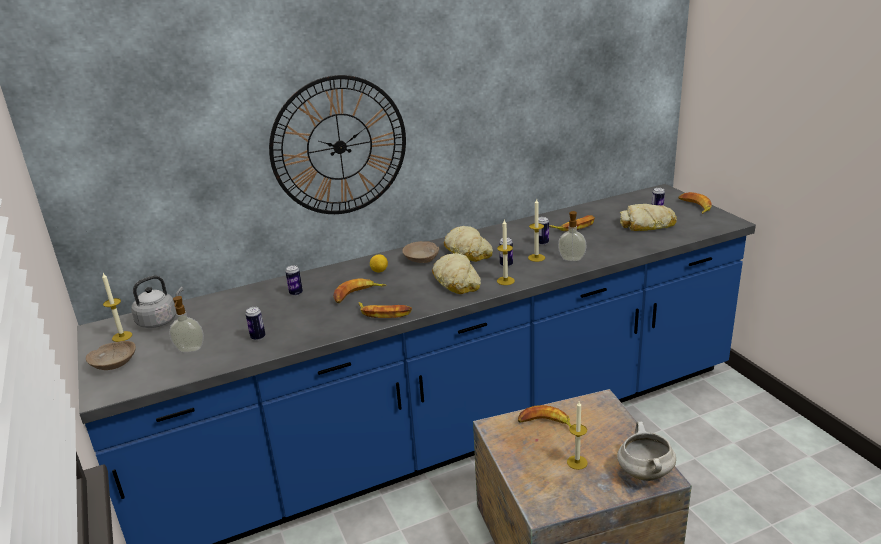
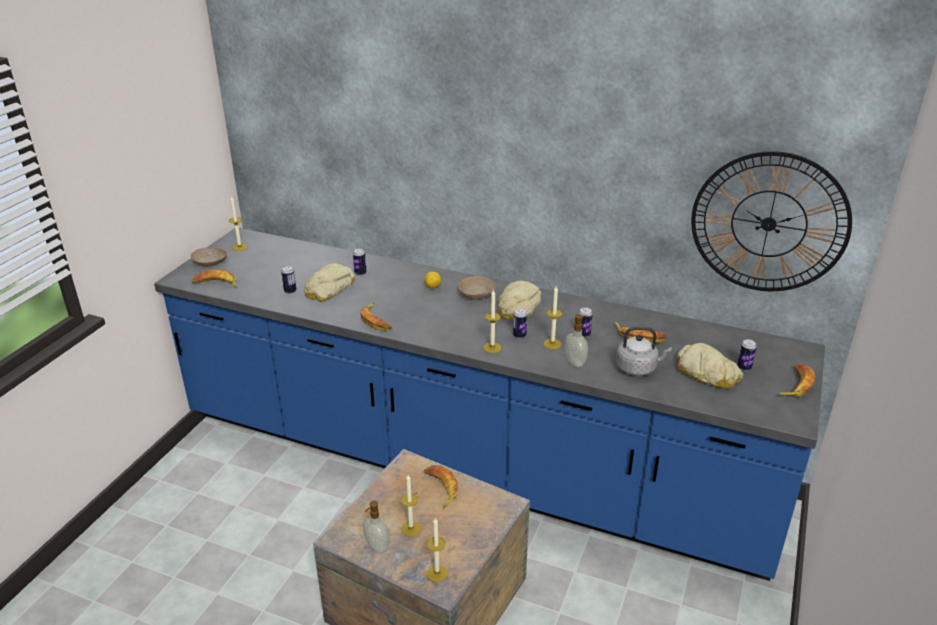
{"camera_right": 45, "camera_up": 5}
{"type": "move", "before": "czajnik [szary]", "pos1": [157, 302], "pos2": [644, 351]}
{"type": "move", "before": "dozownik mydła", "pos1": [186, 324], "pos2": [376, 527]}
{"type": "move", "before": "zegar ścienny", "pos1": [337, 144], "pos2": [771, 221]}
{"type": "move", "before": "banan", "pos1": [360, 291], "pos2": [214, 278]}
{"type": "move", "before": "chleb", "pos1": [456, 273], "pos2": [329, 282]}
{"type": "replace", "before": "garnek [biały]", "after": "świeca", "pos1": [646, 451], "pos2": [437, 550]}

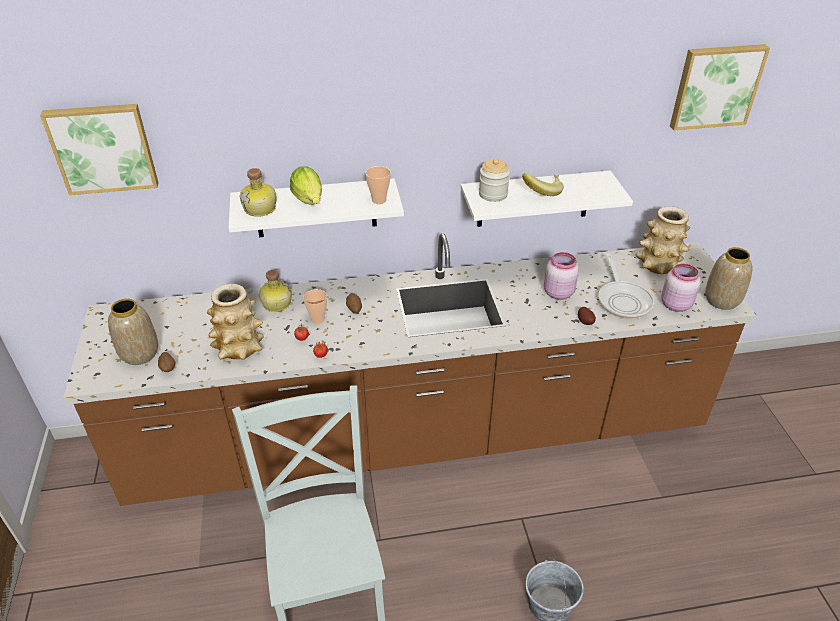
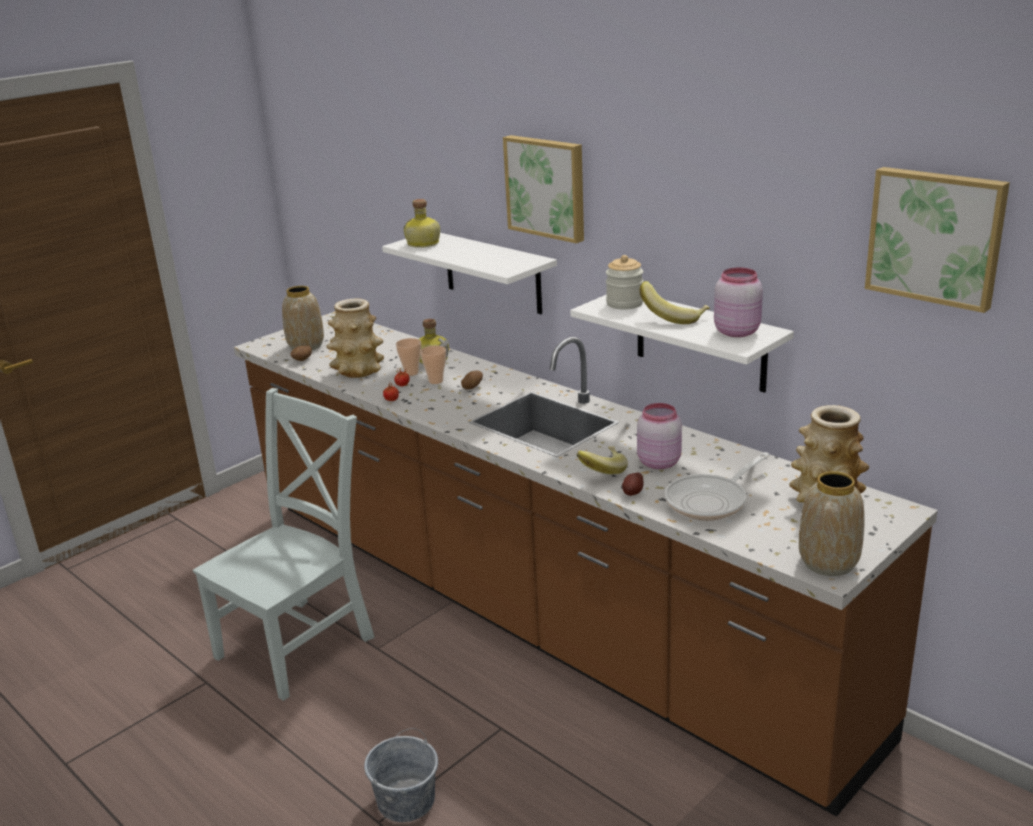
{"camera_right": 55, "camera_up": -15}
{"type": "delete", "before": "sałata", "pos1": [306, 185]}
{"type": "insert", "after": "banan", "pos2": [602, 460]}
{"type": "move", "before": "obraz", "pos1": [99, 149], "pos2": [543, 189]}
{"type": "move", "before": "filiżanka", "pos1": [378, 185], "pos2": [408, 357]}
{"type": "move", "before": "słoik [różowy]", "pos1": [681, 288], "pos2": [738, 302]}

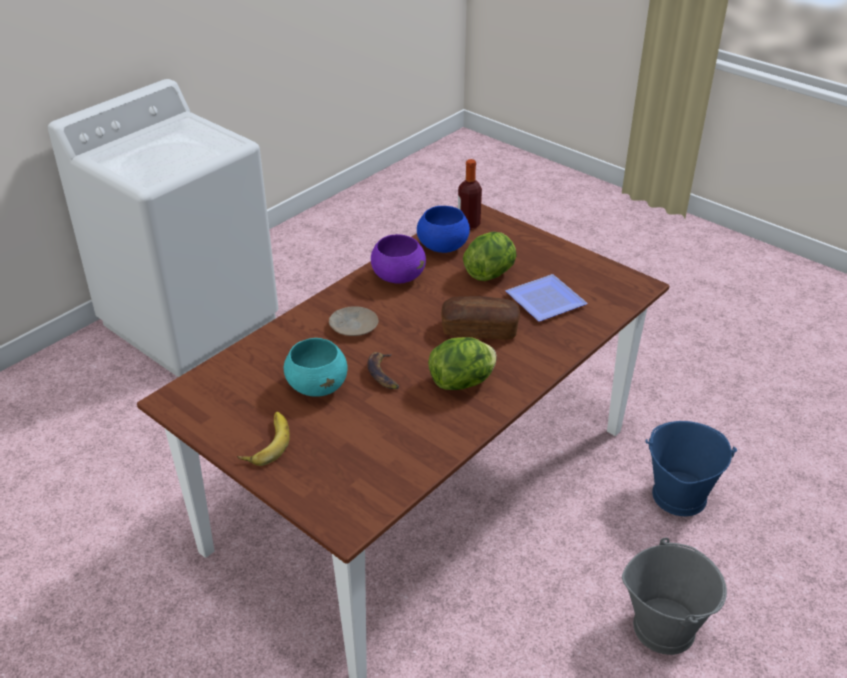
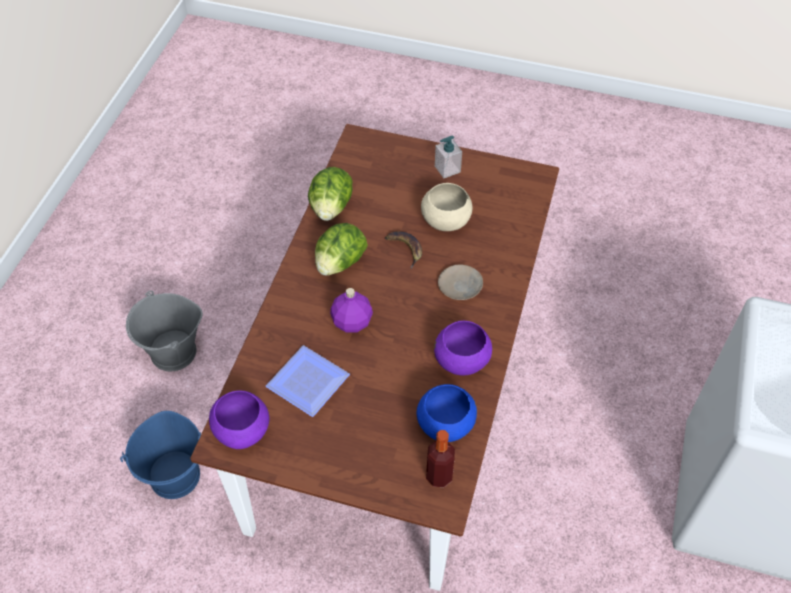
{"camera_right": 155, "camera_up": 15}
{"type": "insert", "after": "miska [fioletowy]", "pos2": [239, 420]}
{"type": "move", "before": "sałata", "pos1": [489, 256], "pos2": [330, 194]}
{"type": "replace", "before": "banan", "after": "dozownik mydła", "pos1": [263, 439], "pos2": [448, 156]}
{"type": "replace", "before": "chleb", "after": "butelka [fioletowy]", "pos1": [480, 318], "pos2": [351, 310]}
{"type": "recolor", "before": "miska [turkusowy]", "after": "miska [beżowy]", "pos1": [316, 367], "pos2": [446, 207]}

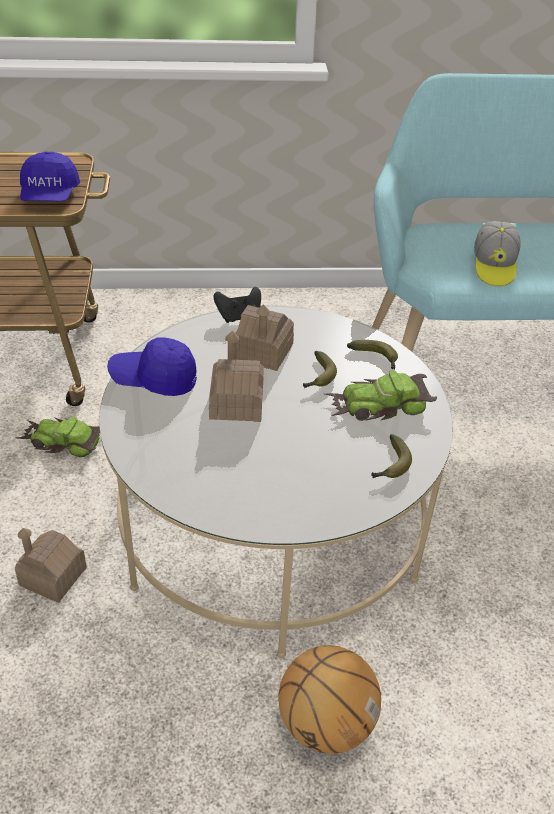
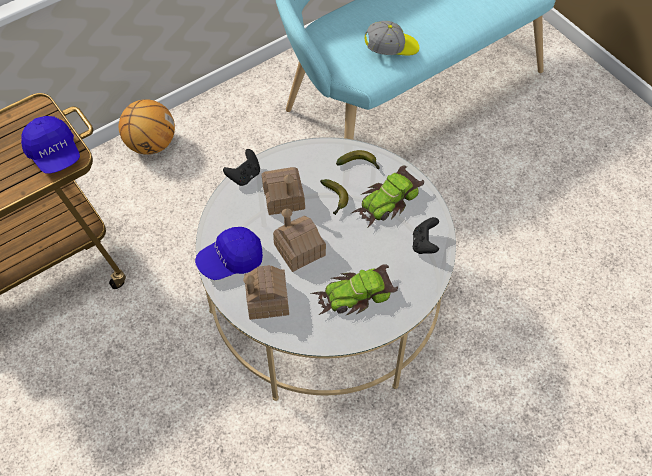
{"camera_right": -30, "camera_up": 15}
{"type": "move", "before": "samochodzik", "pos1": [57, 437], "pos2": [354, 290]}
{"type": "move", "before": "domek", "pos1": [51, 565], "pos2": [266, 292]}
{"type": "move", "before": "piłka do koszykówki", "pos1": [329, 699], "pos2": [147, 127]}
{"type": "replace", "before": "banan", "after": "pad do gier [czarny]", "pos1": [391, 456], "pos2": [426, 235]}
{"type": "rotate", "before": "czapka z daszkiem", "pos1": [497, 253], "pos2": [392, 38], "turn": -75}

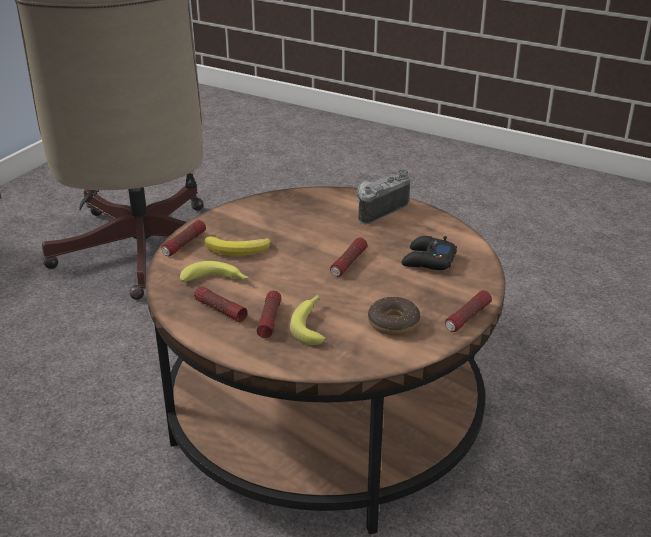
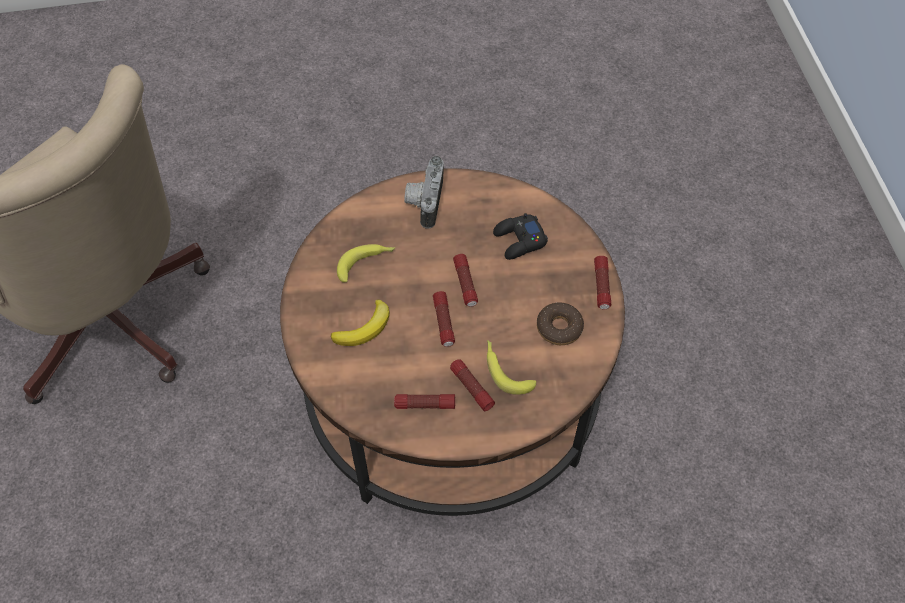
{"camera_right": -40, "camera_up": 25}
{"type": "move", "before": "latarka", "pos1": [183, 238], "pos2": [444, 319]}
{"type": "move", "before": "banan", "pos1": [214, 271], "pos2": [366, 263]}

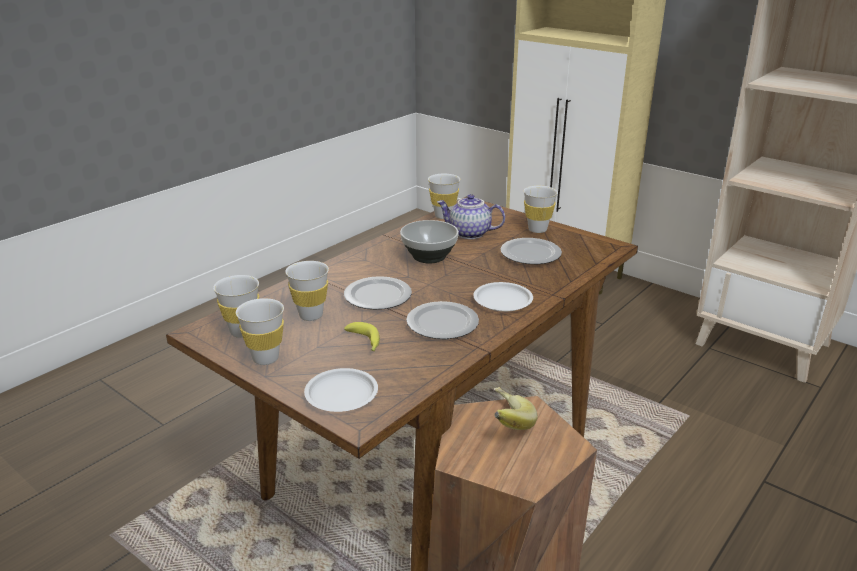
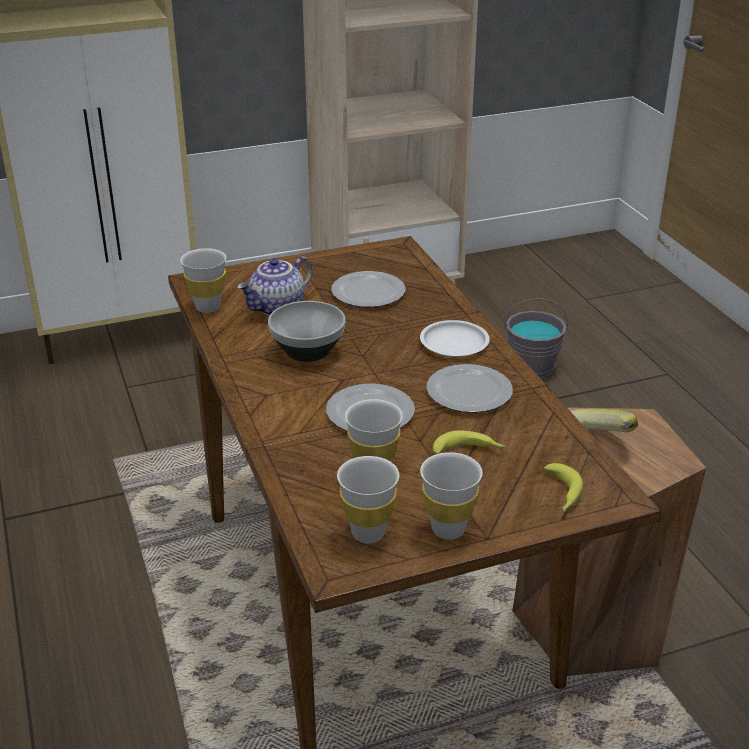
{"camera_right": -60, "camera_up": 5}
{"type": "delete", "before": "filiżanka [biały]", "pos1": [541, 209]}
{"type": "insert", "after": "wiadro [szary]", "pos2": [536, 338]}
{"type": "replace", "before": "talerz [biały]", "after": "banan", "pos1": [341, 390], "pos2": [563, 487]}

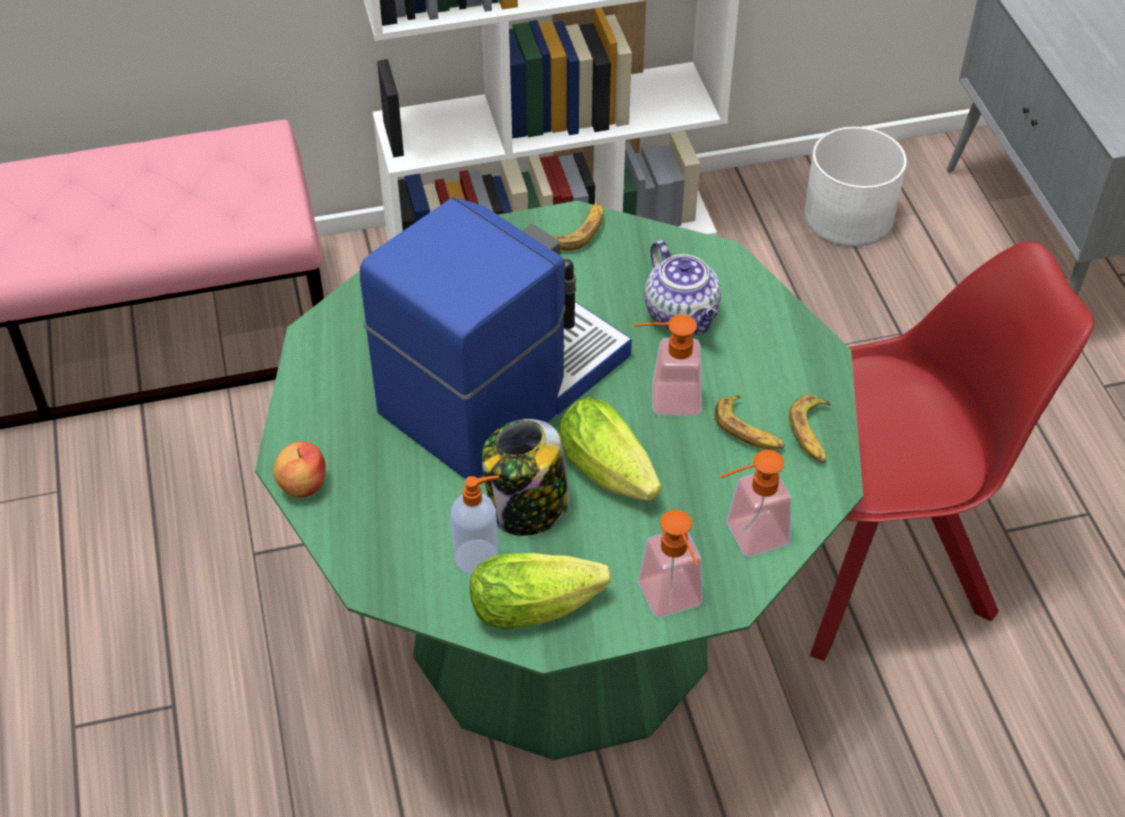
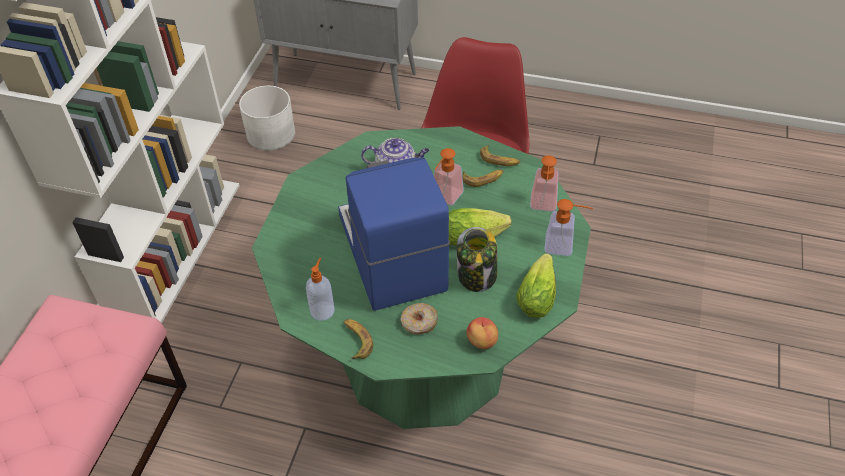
{"camera_right": -60, "camera_up": 0}
{"type": "insert", "after": "donut", "pos2": [419, 318]}
{"type": "move", "before": "jabłko", "pos1": [299, 469], "pos2": [482, 333]}
{"type": "move", "before": "dozownik mydła", "pos1": [475, 525], "pos2": [320, 289]}
{"type": "move", "before": "banan", "pos1": [577, 227], "pos2": [358, 339]}

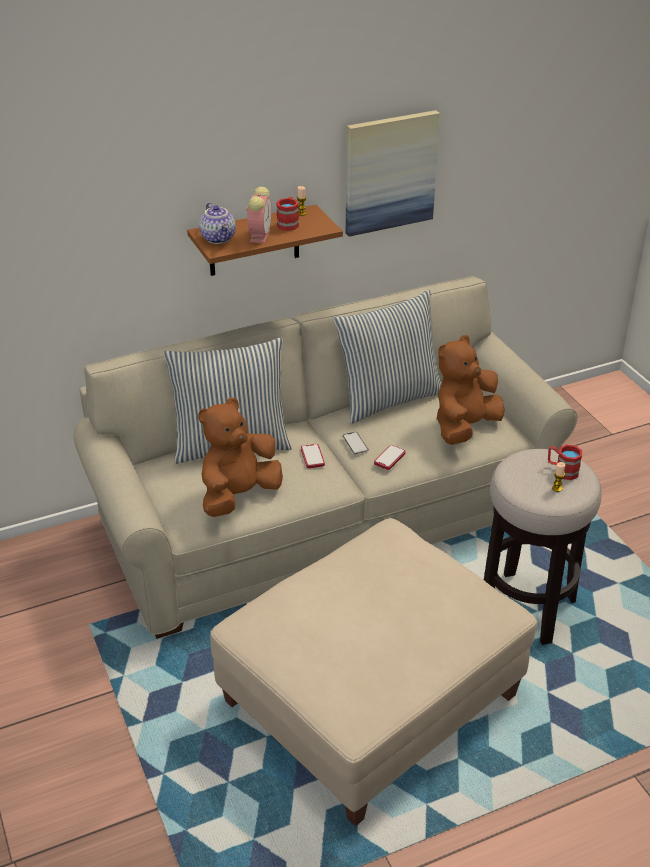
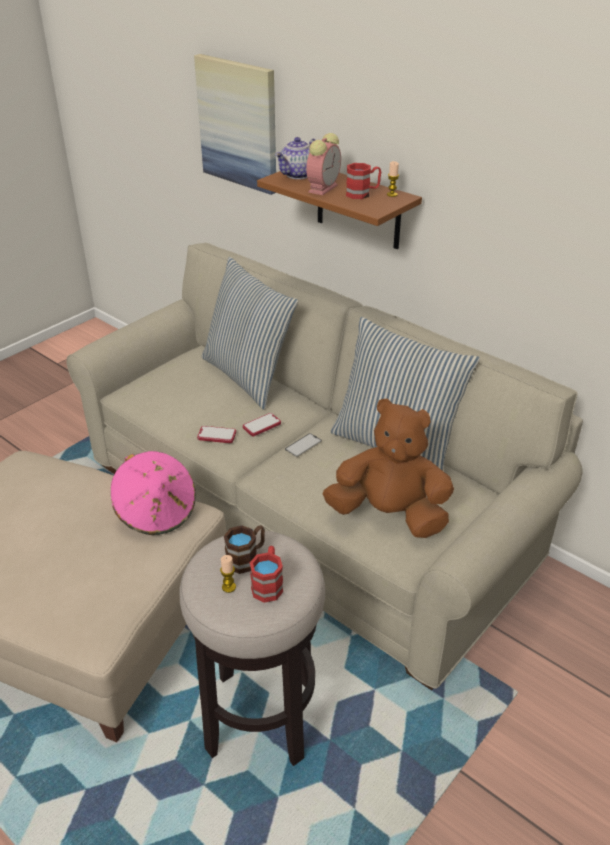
{"camera_right": 65, "camera_up": 0}
{"type": "delete", "before": "pluszak [brązowy]", "pos1": [240, 457]}
{"type": "insert", "after": "kapelusz [różowy]", "pos2": [153, 493]}
{"type": "insert", "after": "kubek [brązowy]", "pos2": [244, 549]}
{"type": "move", "before": "obraz", "pos1": [393, 173], "pos2": [235, 124]}
{"type": "move", "before": "telefon", "pos1": [390, 457], "pos2": [216, 434]}
{"type": "rotate", "before": "budzik", "pos1": [259, 215], "pos2": [323, 164], "turn": -45}

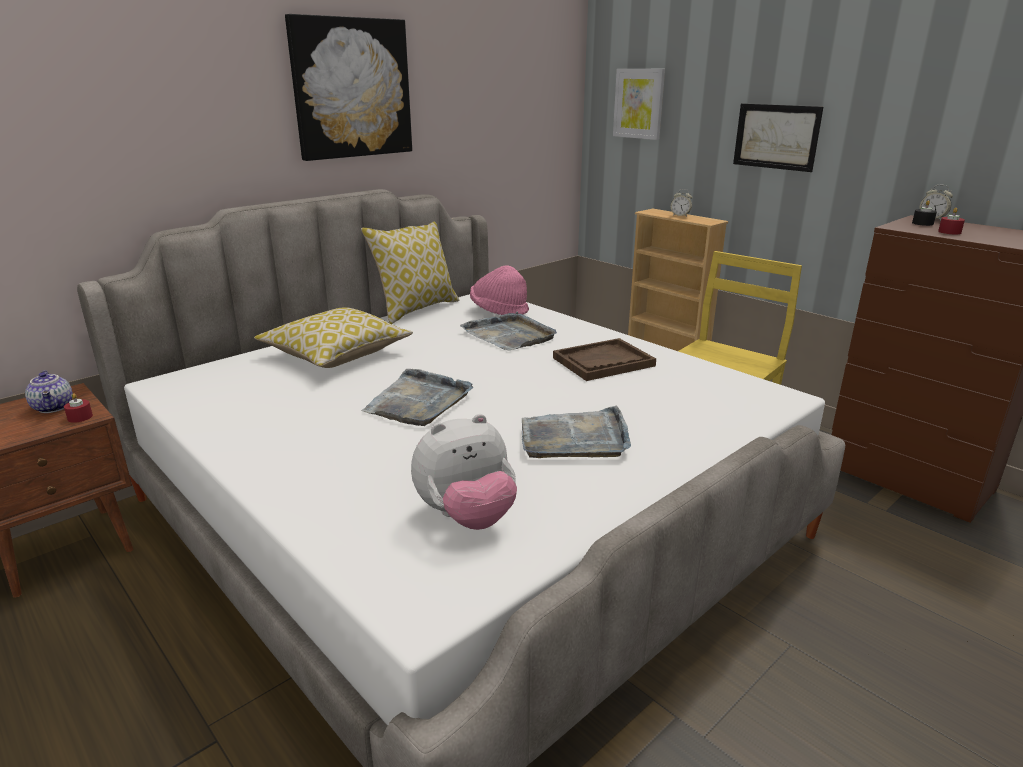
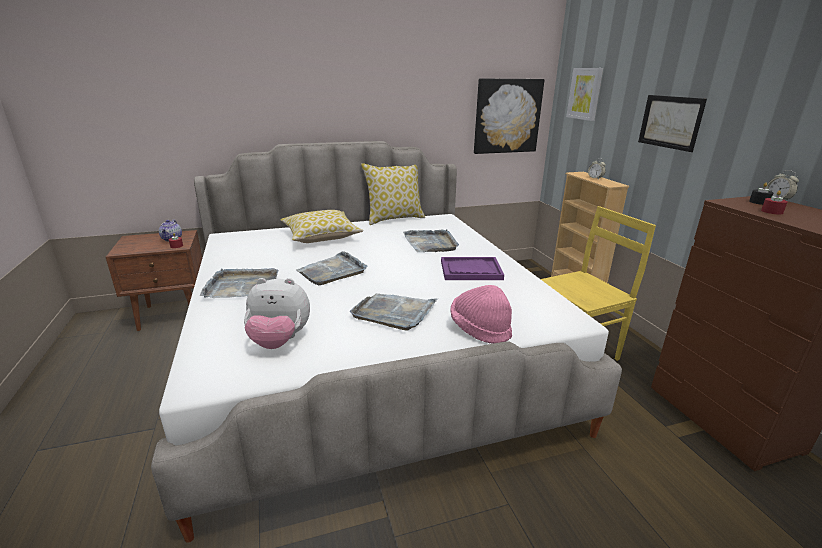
{"camera_right": 25, "camera_up": 0}
{"type": "insert", "after": "taca [szary]", "pos2": [239, 283]}
{"type": "move", "before": "obraz", "pos1": [348, 87], "pos2": [509, 116]}
{"type": "move", "before": "kapelusz [różowy]", "pos1": [499, 290], "pos2": [481, 314]}
{"type": "recolor", "before": "taca [brązowy]", "after": "taca [fioletowy]", "pos1": [604, 359], "pos2": [472, 268]}

